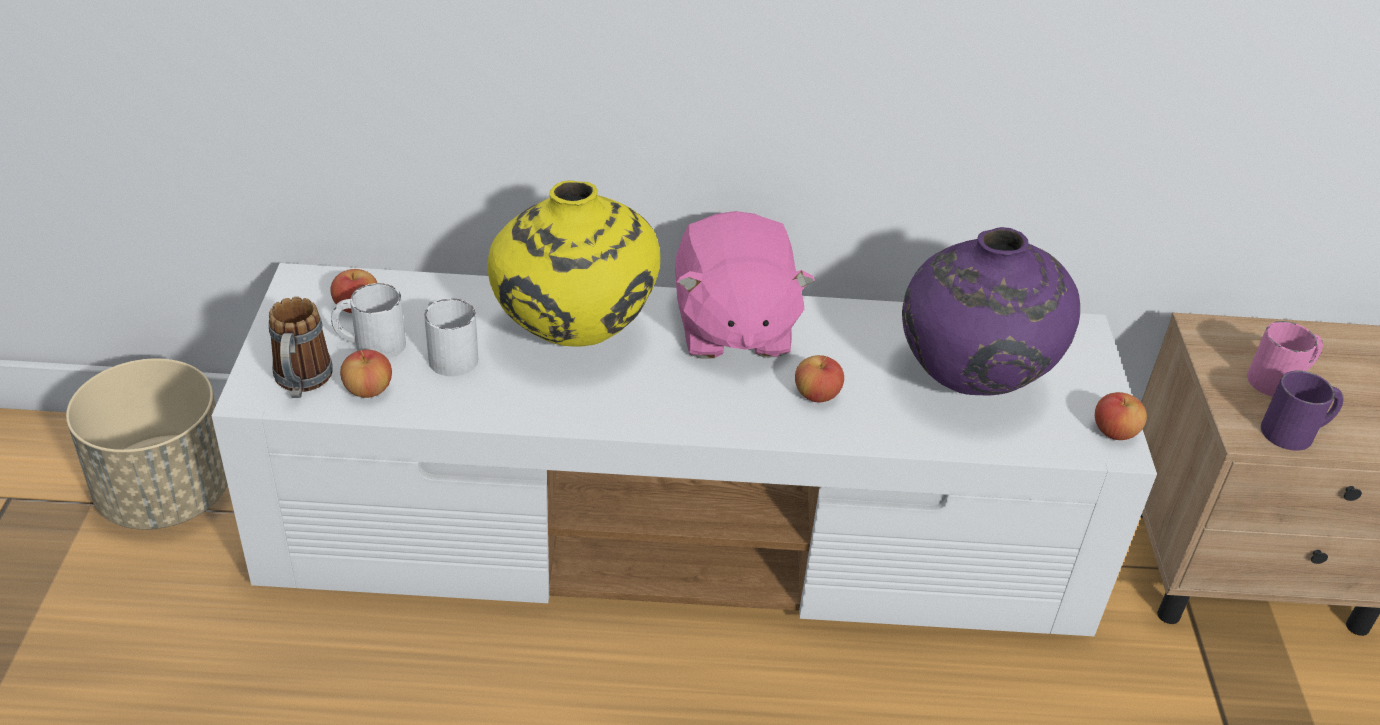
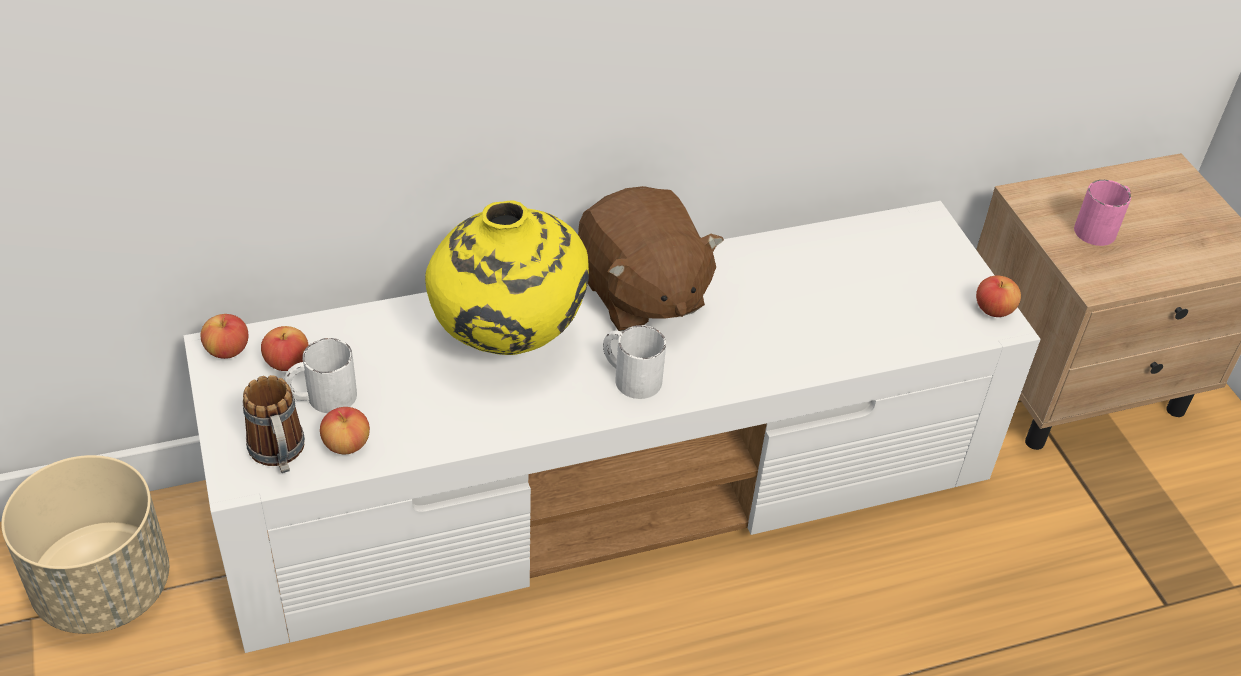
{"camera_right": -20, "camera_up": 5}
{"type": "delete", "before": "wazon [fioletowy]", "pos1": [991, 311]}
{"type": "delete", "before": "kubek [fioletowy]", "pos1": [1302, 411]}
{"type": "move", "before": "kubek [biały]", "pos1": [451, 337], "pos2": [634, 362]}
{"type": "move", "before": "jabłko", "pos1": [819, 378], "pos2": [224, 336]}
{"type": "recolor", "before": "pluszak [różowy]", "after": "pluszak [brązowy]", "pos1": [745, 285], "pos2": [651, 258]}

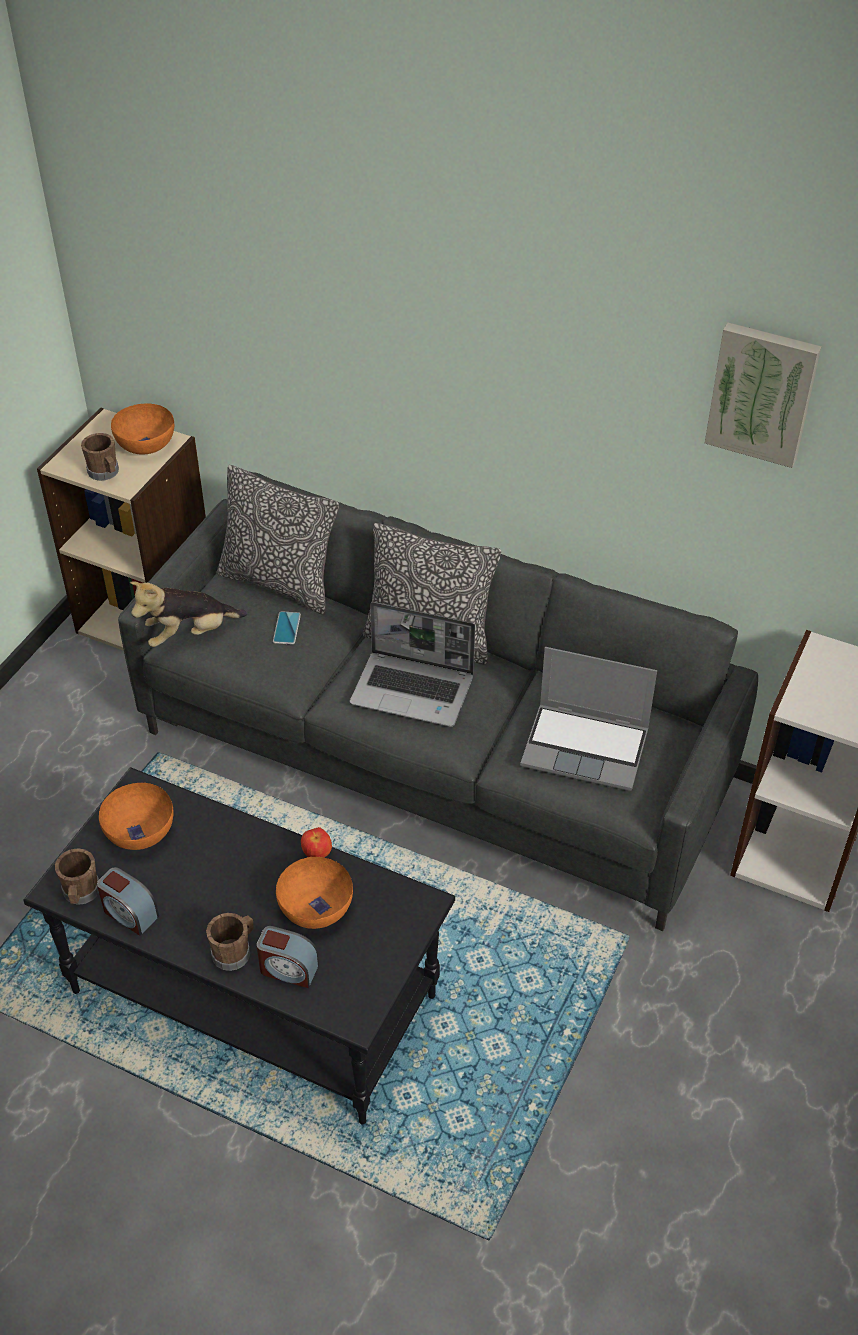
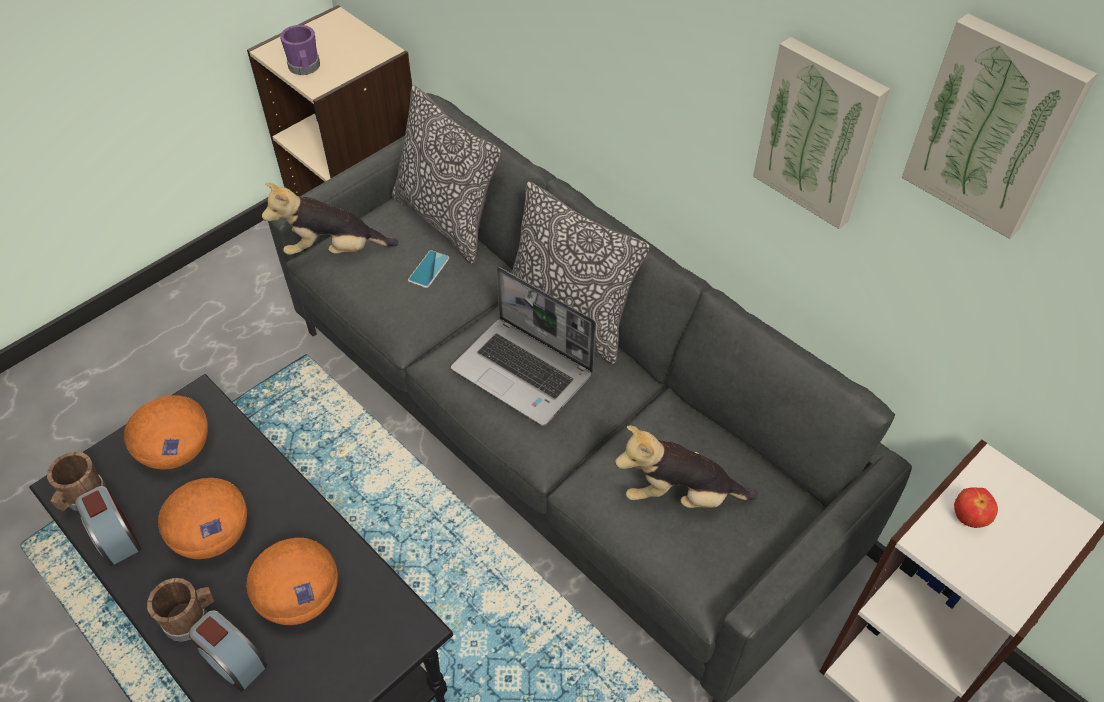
{"camera_right": 20, "camera_up": 5}
{"type": "insert", "after": "obraz", "pos2": [821, 133]}
{"type": "move", "before": "miska [pomarańczowy]", "pos1": [142, 428], "pos2": [202, 518]}
{"type": "move", "before": "jabłko", "pos1": [316, 842], "pos2": [976, 507]}
{"type": "replace", "before": "laptop", "after": "pluszak", "pos1": [588, 719], "pos2": [686, 466]}
{"type": "recolor", "before": "kubek [brązowy]", "after": "kubek [fioletowy]", "pos1": [100, 457], "pos2": [300, 50]}

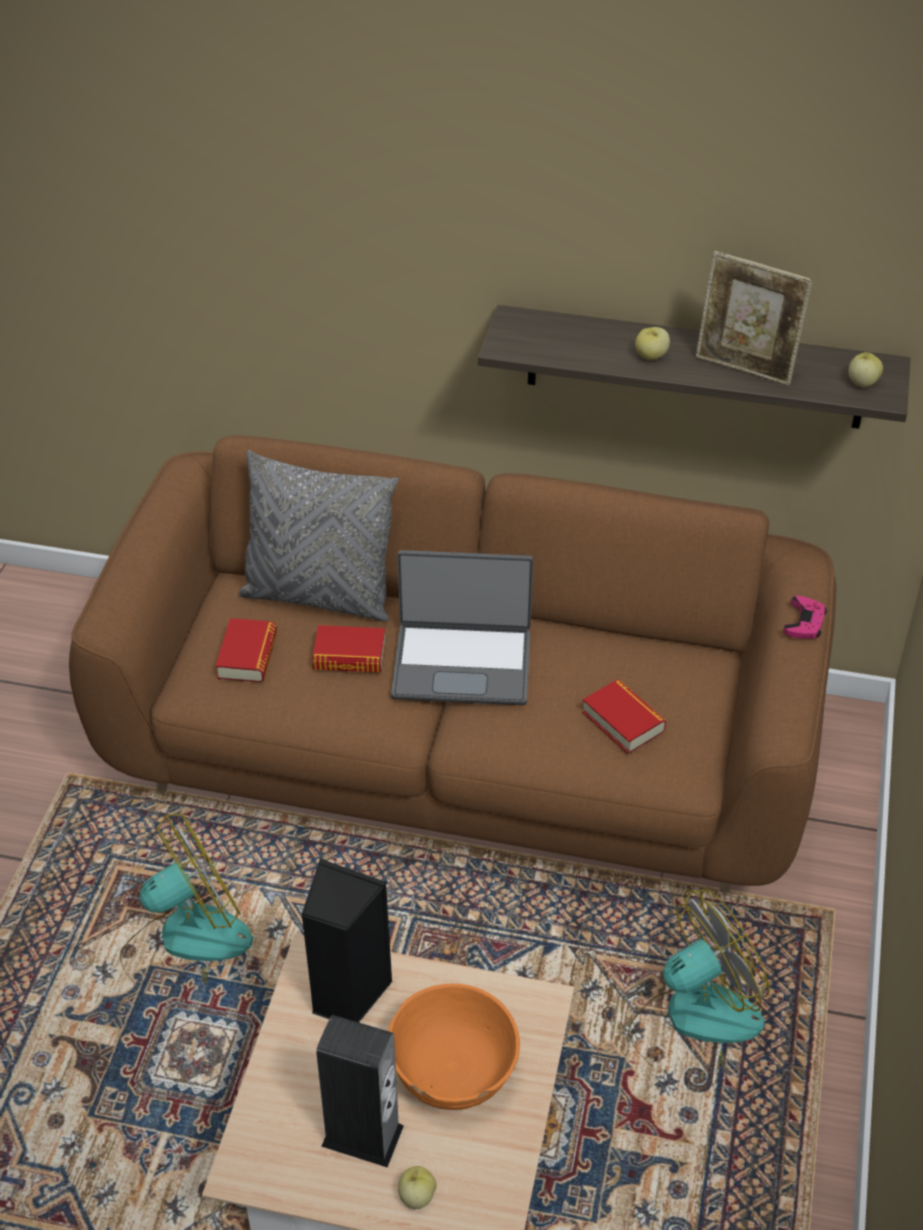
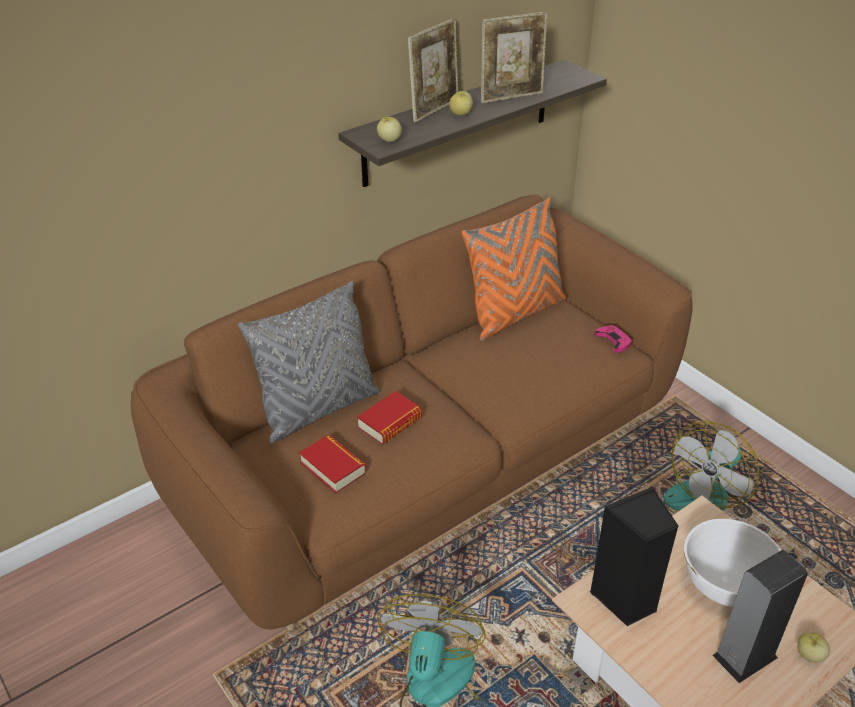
{"camera_right": -50, "camera_up": -5}
{"type": "delete", "before": "laptop", "pos1": [462, 627]}
{"type": "delete", "before": "książka", "pos1": [624, 716]}
{"type": "insert", "after": "ramka na zdjęcie", "pos2": [433, 70]}
{"type": "insert", "after": "poduszka [pomarańczowy]", "pos2": [514, 269]}
{"type": "move", "before": "pad do gier [różowy]", "pos1": [805, 617], "pos2": [613, 339]}
{"type": "move", "before": "jabłko", "pos1": [866, 369], "pos2": [389, 129]}
{"type": "recolor", "before": "miska [pomarańczowy]", "after": "miska [biały]", "pos1": [454, 1047], "pos2": [732, 563]}
{"type": "rotate", "before": "wentylator", "pos1": [699, 980], "pos2": [711, 466], "turn": -150}

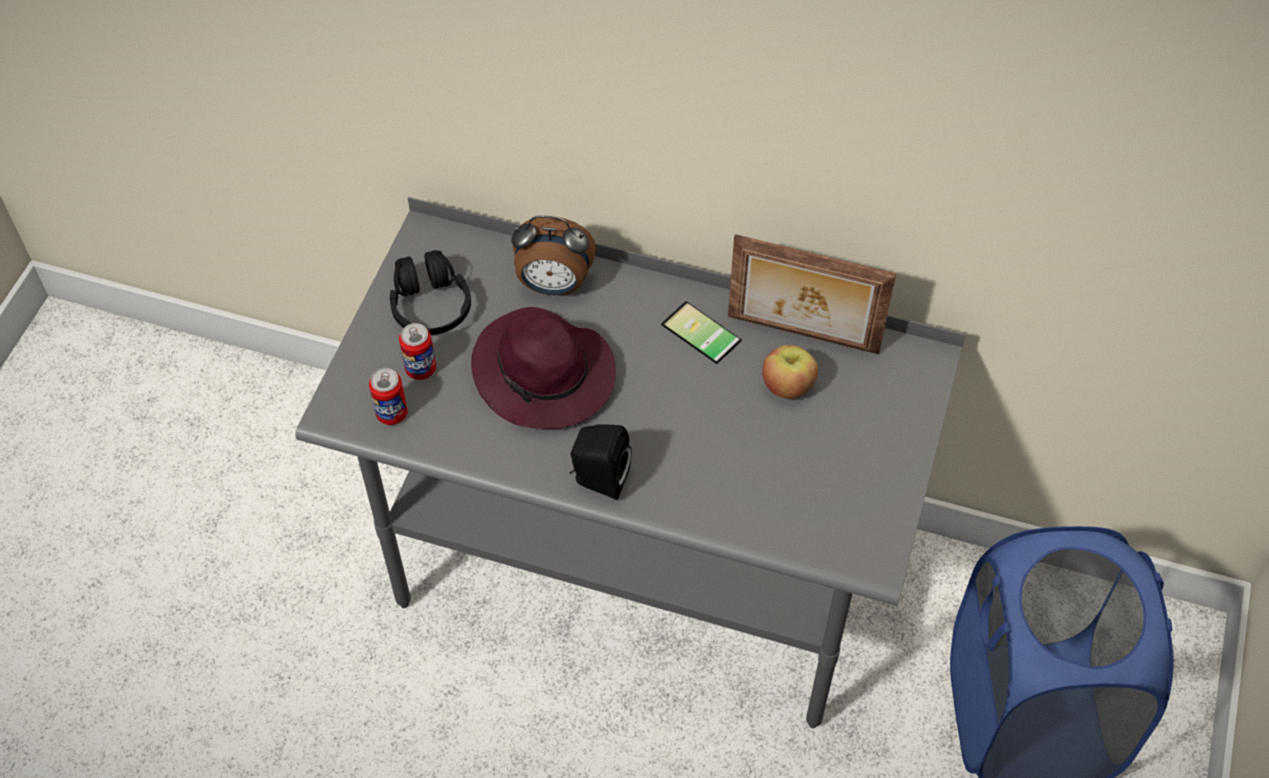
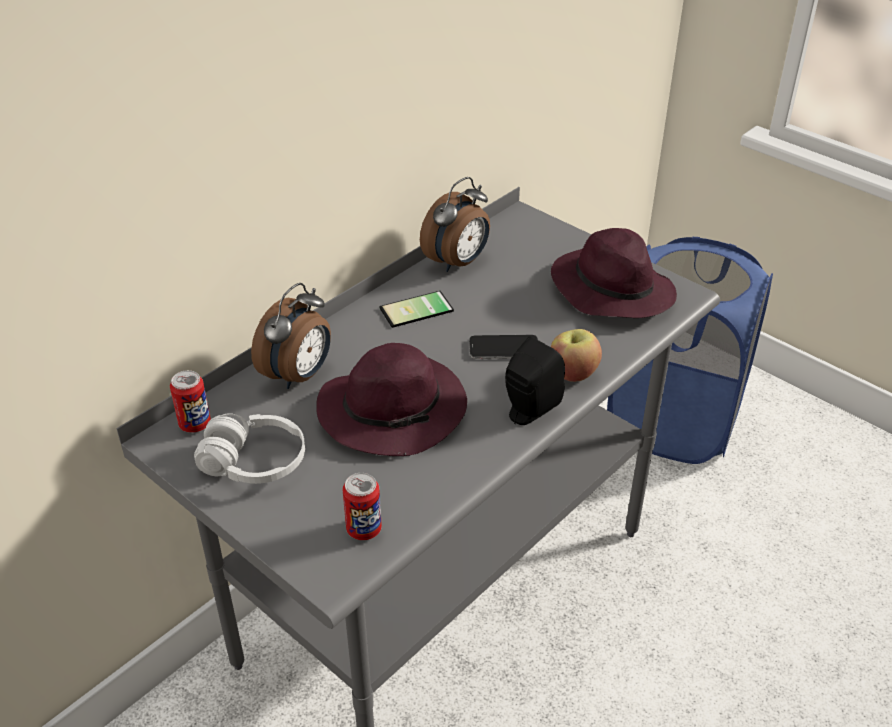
{"camera_right": -65, "camera_up": -15}
{"type": "insert", "after": "telefon", "pos2": [503, 347]}
{"type": "insert", "after": "kapelusz [fioletowy]", "pos2": [614, 273]}
{"type": "move", "before": "puszka", "pos1": [417, 351], "pos2": [190, 401]}
{"type": "move", "before": "jabłko", "pos1": [790, 372], "pos2": [576, 355]}
{"type": "replace", "before": "ramka na zdjęcie", "after": "budzik", "pos1": [812, 294], "pos2": [455, 224]}
{"type": "recolor", "before": "słuchawki [czarny]", "after": "słuchawki [biały]", "pos1": [430, 292], "pos2": [249, 448]}

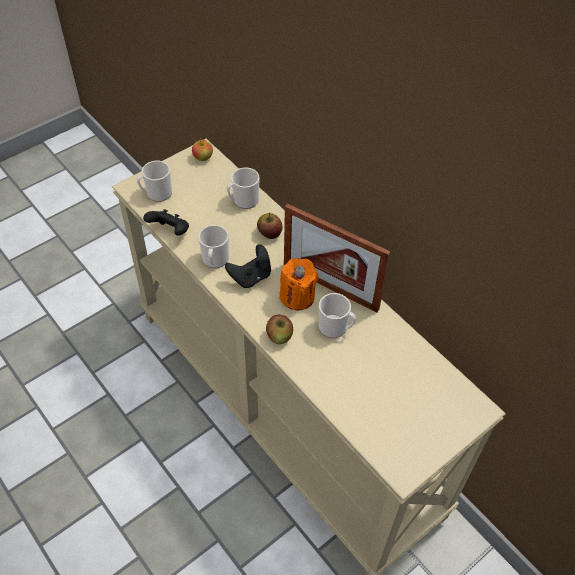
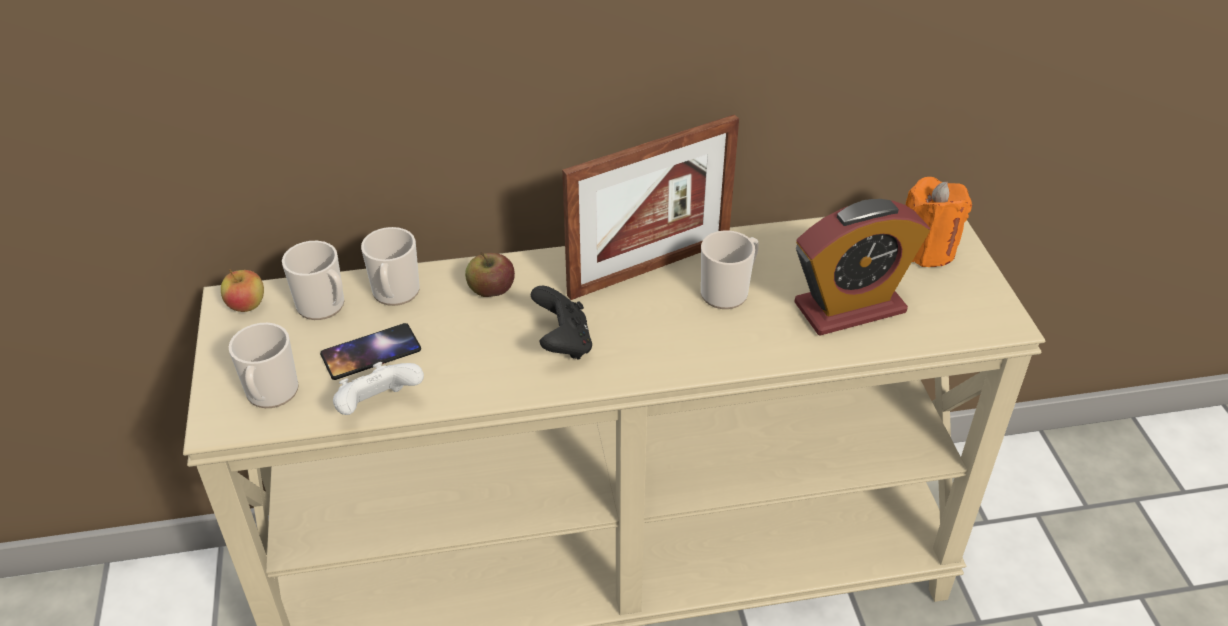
{"camera_right": -60, "camera_up": -10}
{"type": "delete", "before": "jabłko", "pos1": [279, 329]}
{"type": "insert", "after": "telefon", "pos2": [370, 351]}
{"type": "insert", "after": "budzik", "pos2": [862, 267]}
{"type": "move", "before": "kubek", "pos1": [213, 246], "pos2": [313, 280]}
{"type": "move", "before": "świeca [pomarańczowy]", "pos1": [299, 284], "pos2": [939, 222]}
{"type": "recolor", "before": "pad do gier [czarny]", "after": "pad do gier [biały]", "pos1": [166, 222], "pos2": [378, 388]}

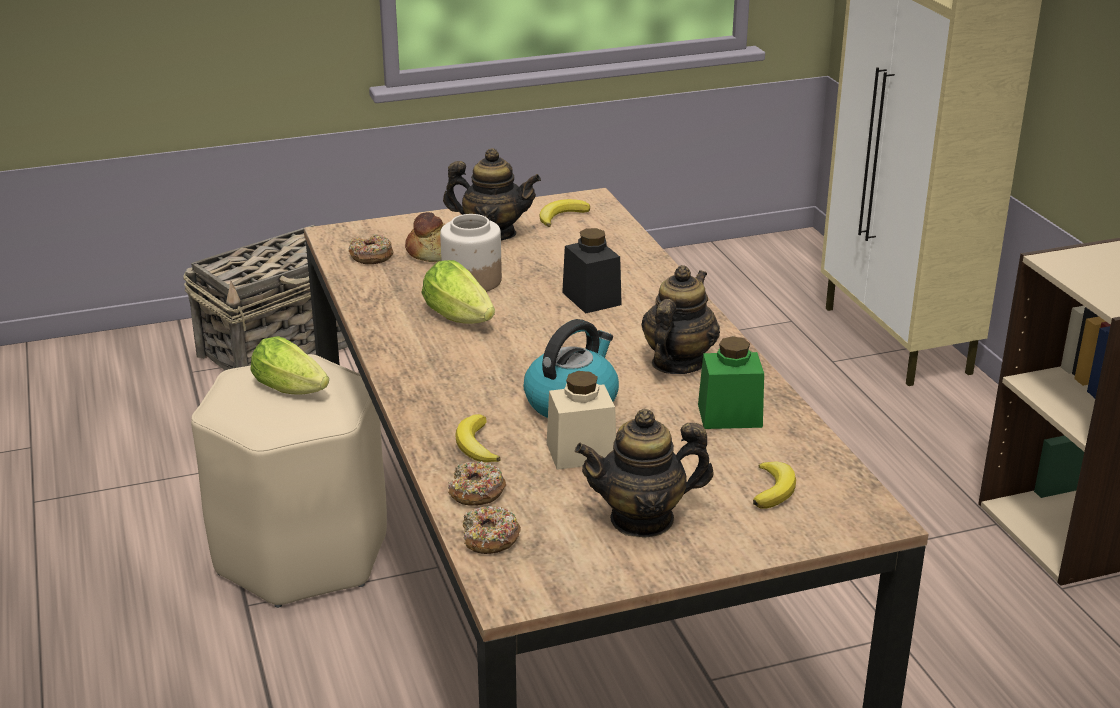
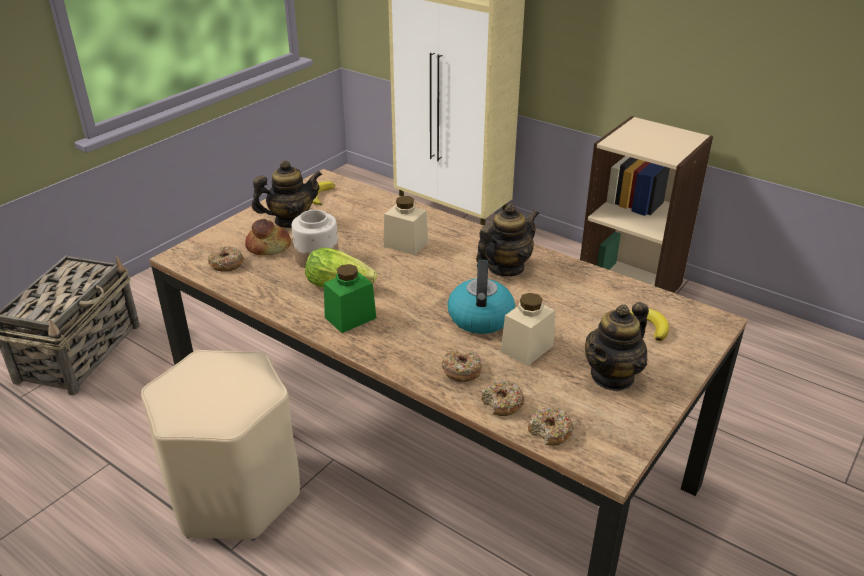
{"camera_right": -35, "camera_up": 5}
{"type": "delete", "before": "sałata", "pos1": [289, 365]}
{"type": "move", "before": "słoik [zielony]", "pos1": [731, 382], "pos2": [350, 298]}
{"type": "replace", "before": "banan", "after": "donut", "pos1": [478, 438], "pos2": [462, 365]}
{"type": "recolor", "before": "słoik [czarny]", "after": "słoik [beżowy]", "pos1": [592, 270], "pos2": [406, 225]}
{"type": "rotate", "before": "imbryk", "pos1": [680, 319], "pos2": [507, 239], "turn": 60}

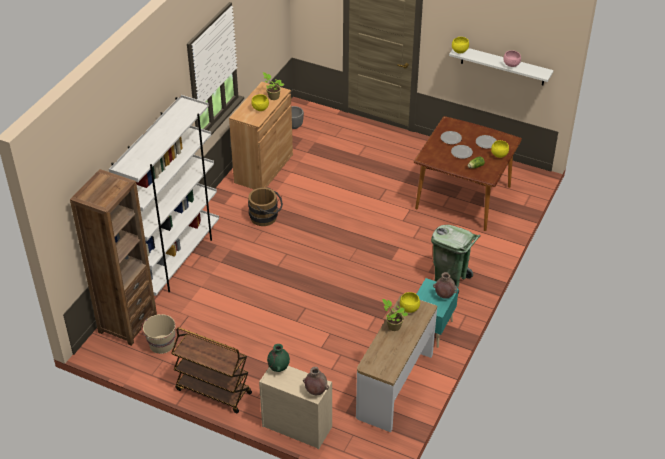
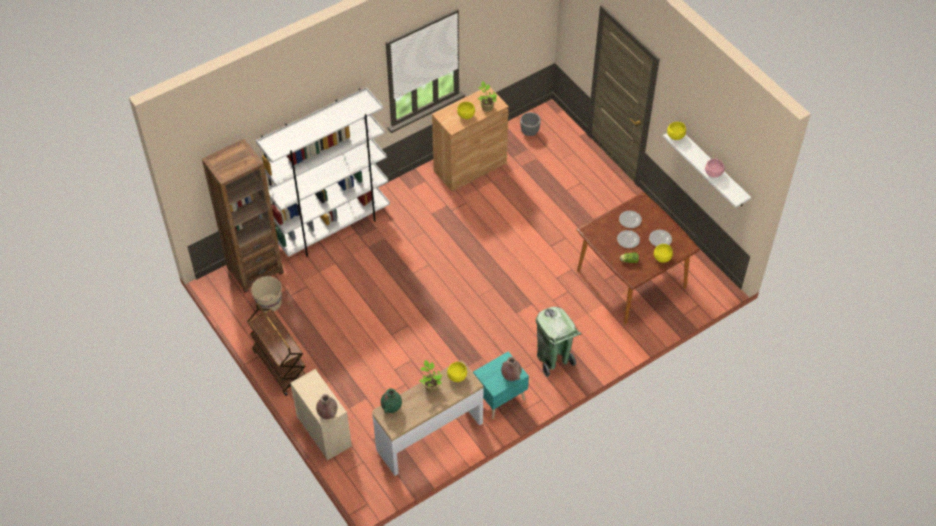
{"camera_right": 30, "camera_up": 10}
{"type": "delete", "before": "wiadro [brązowy]", "pos1": [265, 207]}
{"type": "move", "before": "wazon [zielony]", "pos1": [278, 358], "pos2": [391, 400]}

